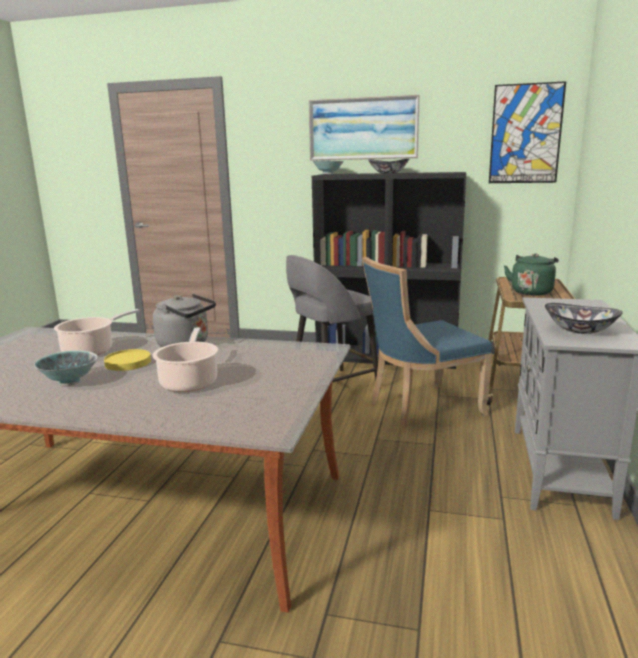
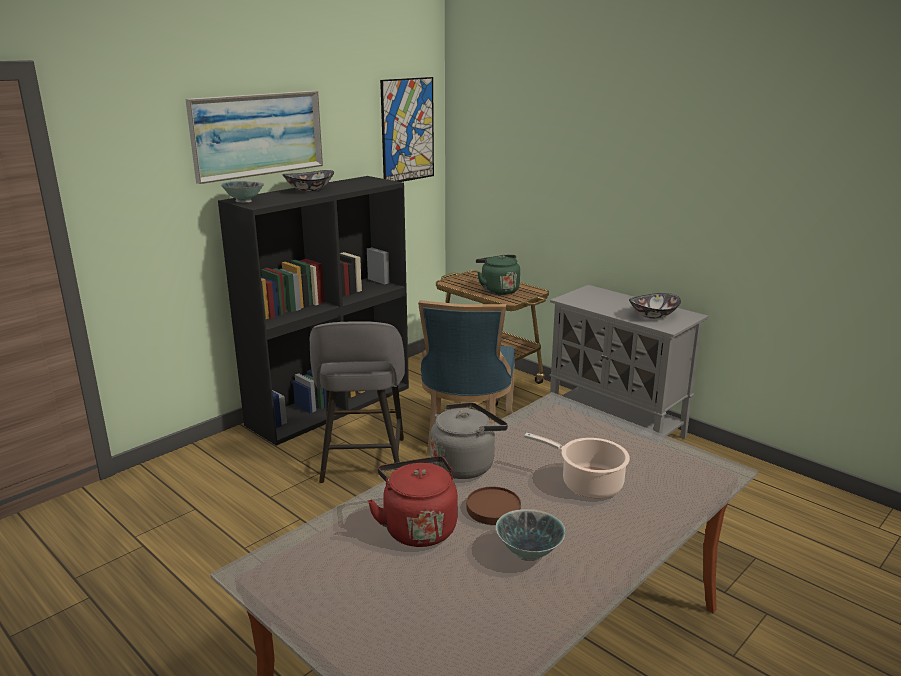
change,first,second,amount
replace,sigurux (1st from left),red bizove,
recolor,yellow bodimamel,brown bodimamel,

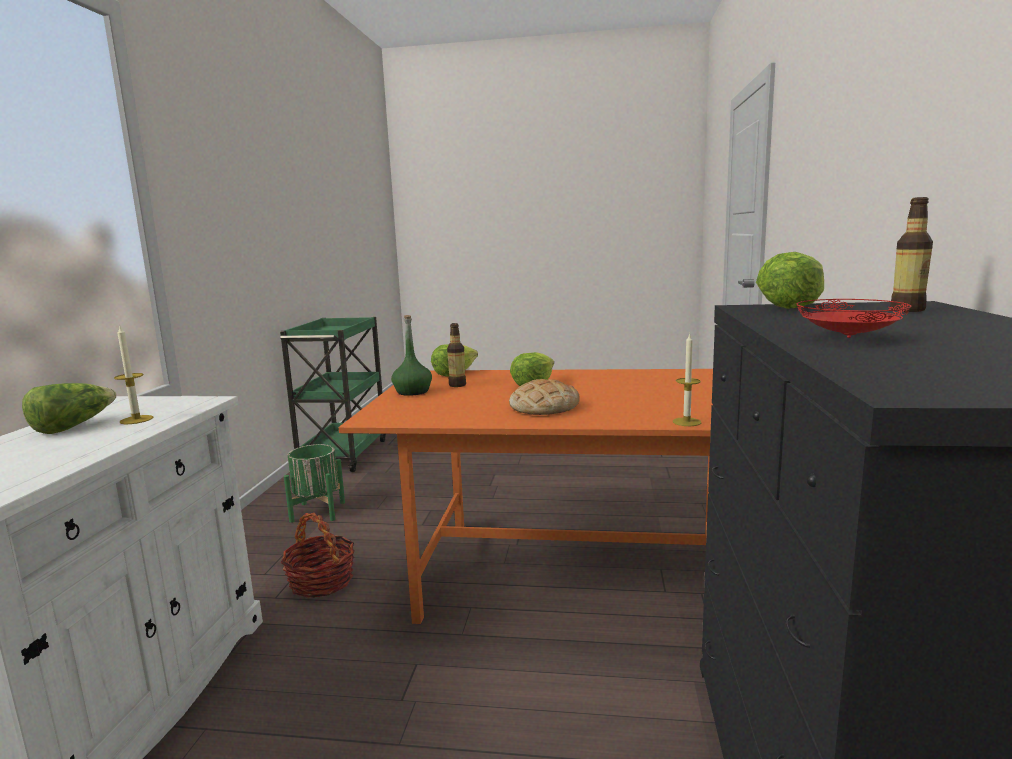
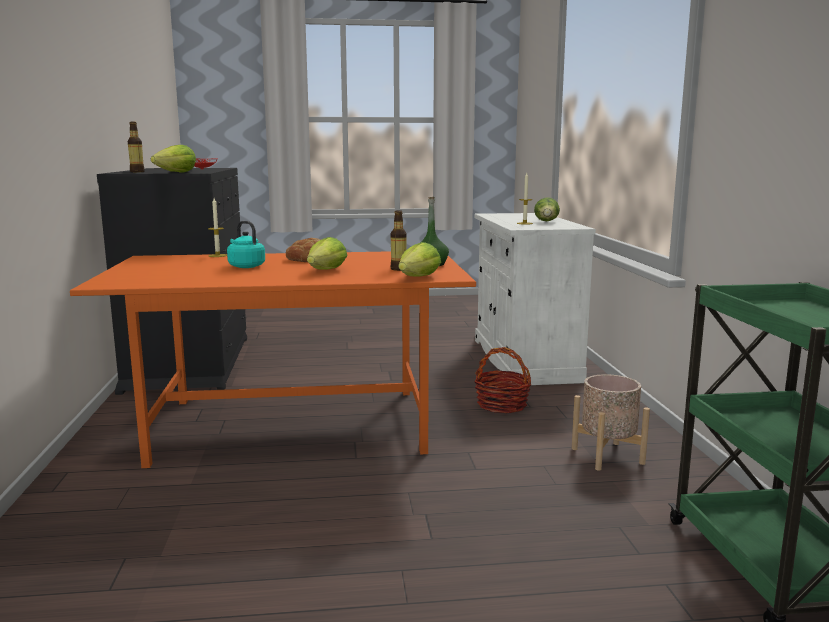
change,first,second,amount
insert,,turquoise bizove,
recolor,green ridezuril,beige ridezuril,

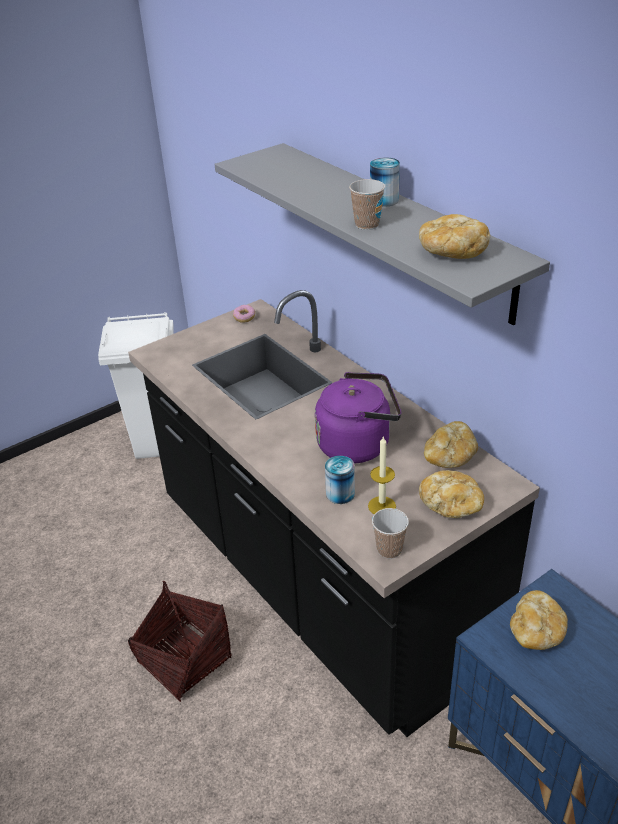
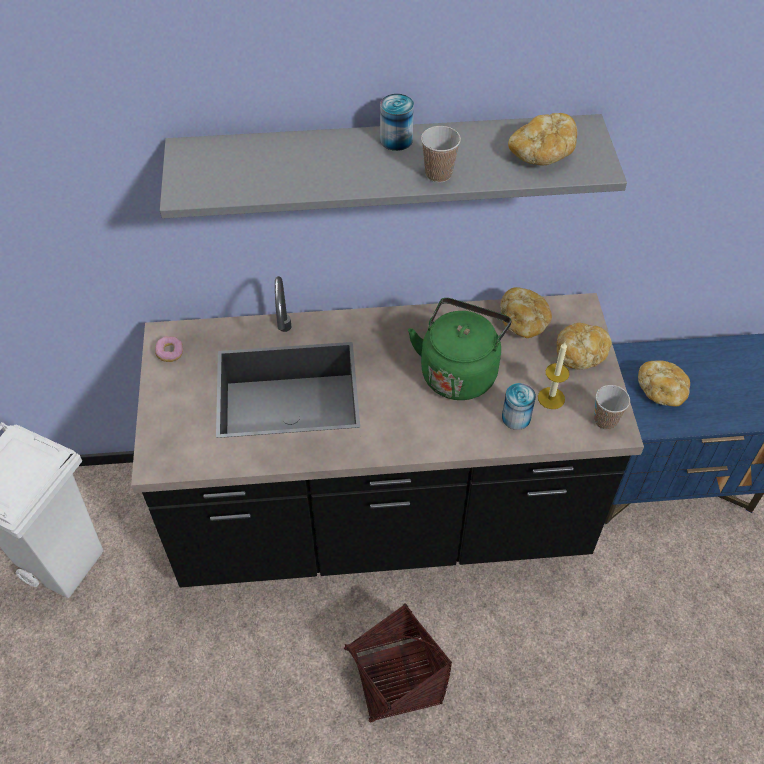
change,first,second,amount
recolor,purple bizove,green bizove,

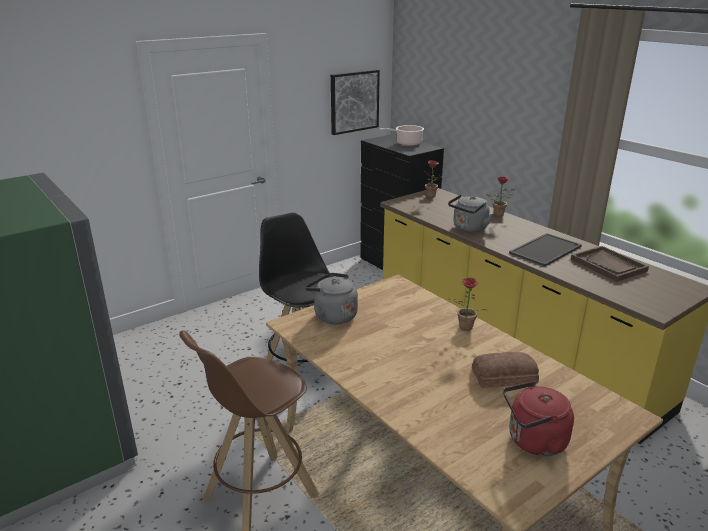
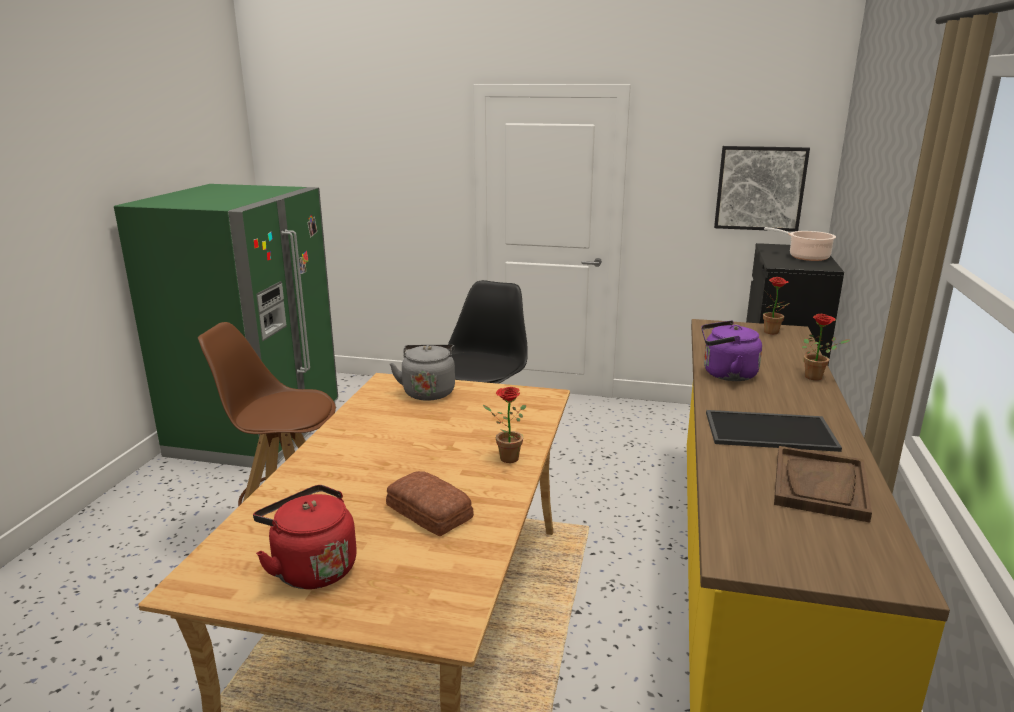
change,first,second,amount
recolor,grey bizove (2nd from left),purple bizove,

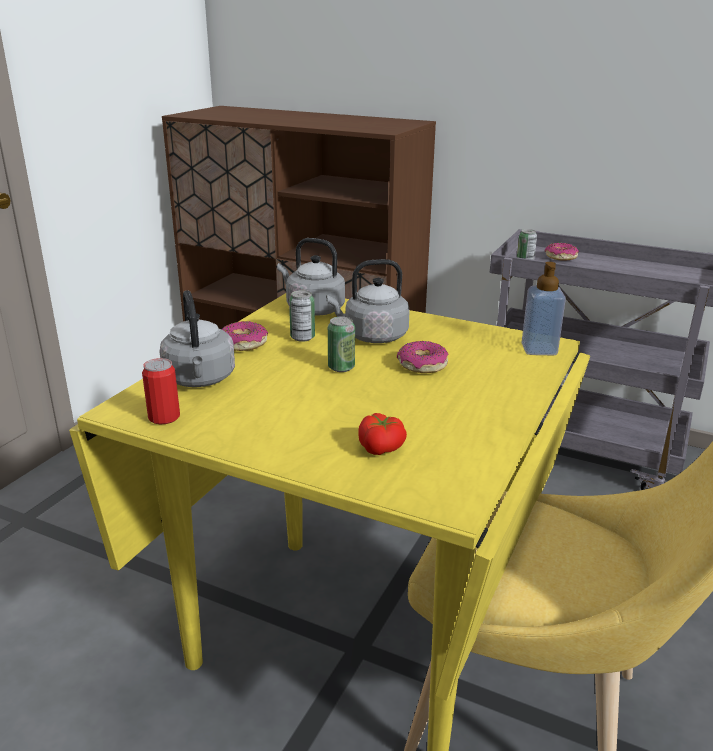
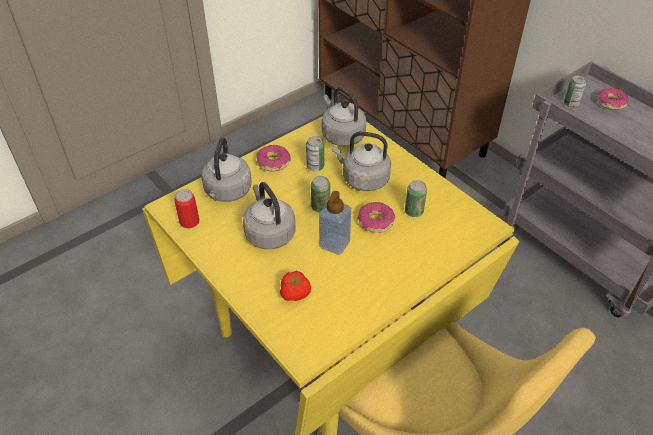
change,first,second,amount
insert,,grey bizove (2nd from left),
insert,,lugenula (4th from left),
move,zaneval,,

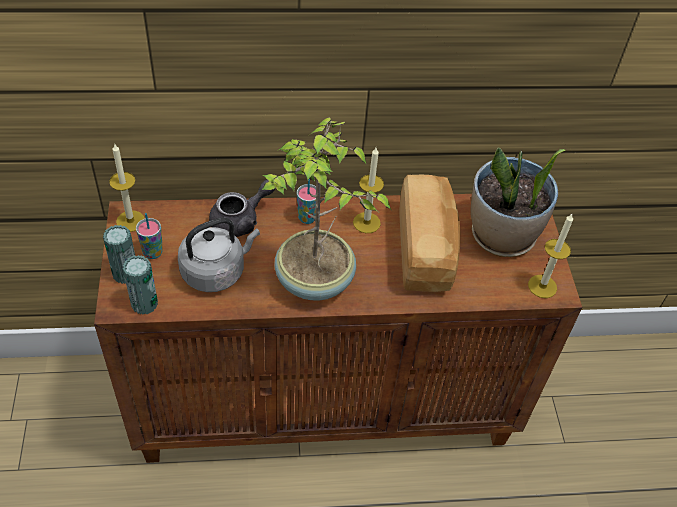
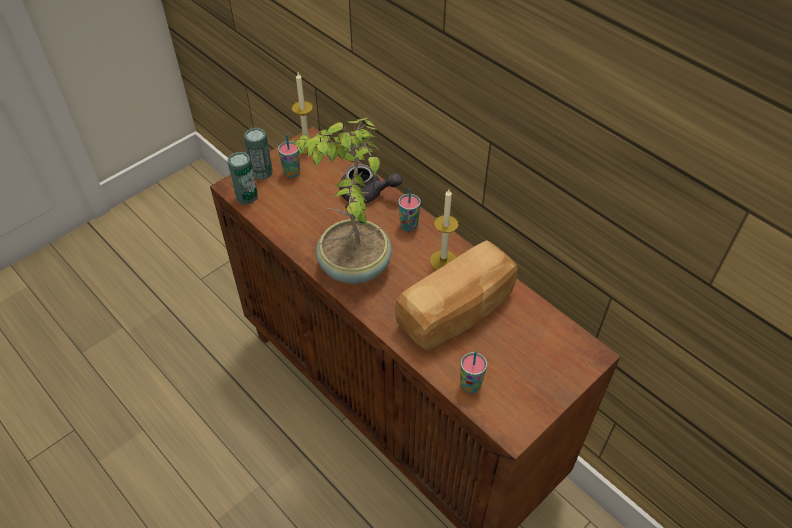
change,first,second,amount
delete,grey bizove,,
delete,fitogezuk (2nd from left),,
delete,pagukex (3rd from left),,
insert,,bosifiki (3rd from left),

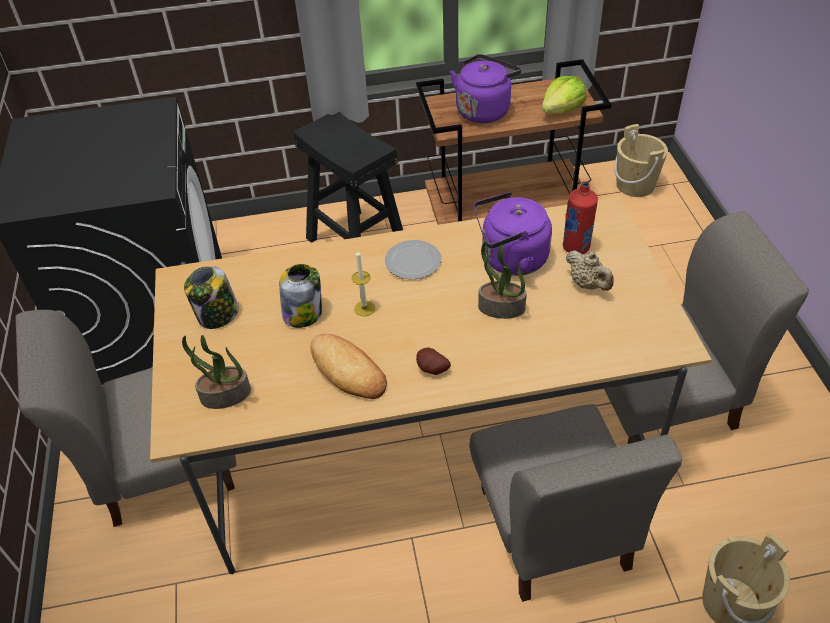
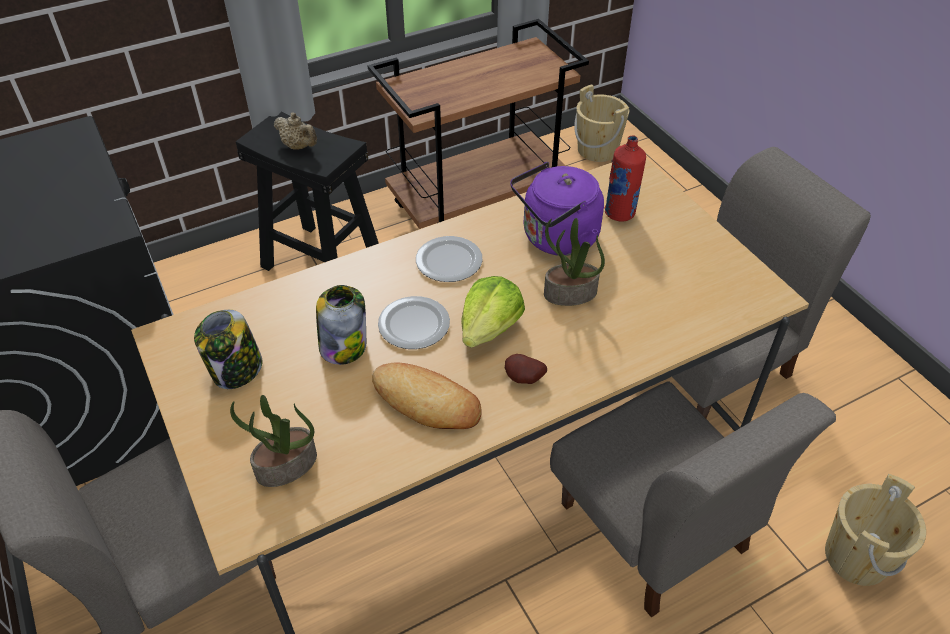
change,first,second,amount
delete,purple bizove (1st from left),,
move,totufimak,,
move,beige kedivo,,
replace,pagukex,bodimamel (1st from left),

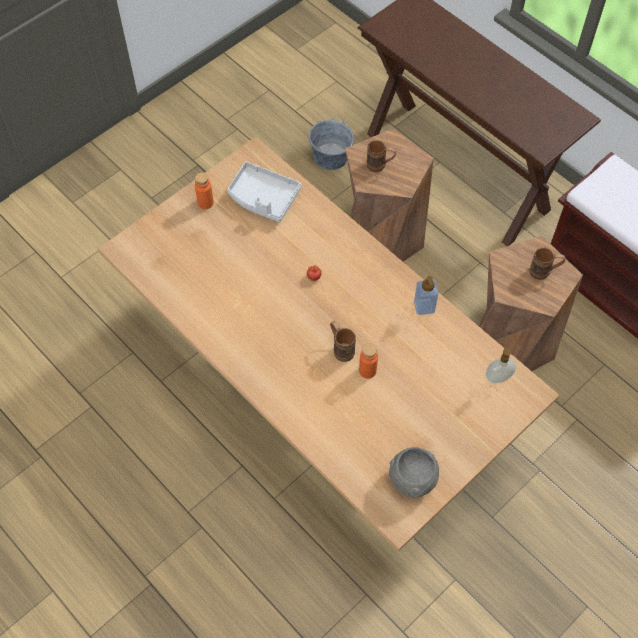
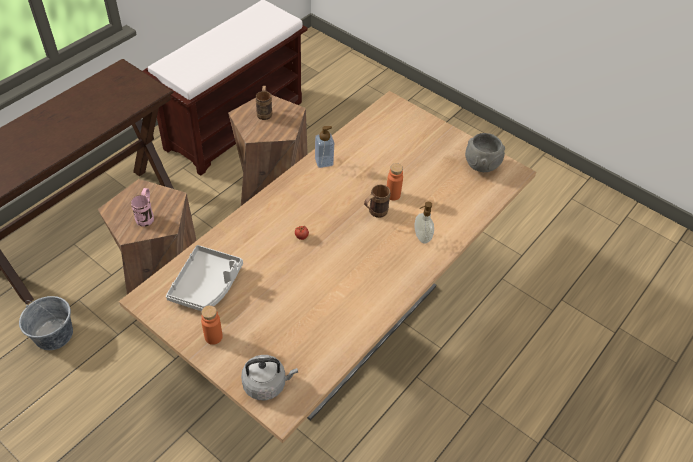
change,first,second,amount
insert,,grey bizove,
move,zaneval (2nd from left),,
recolor,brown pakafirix (2nd from left),pink pakafirix,

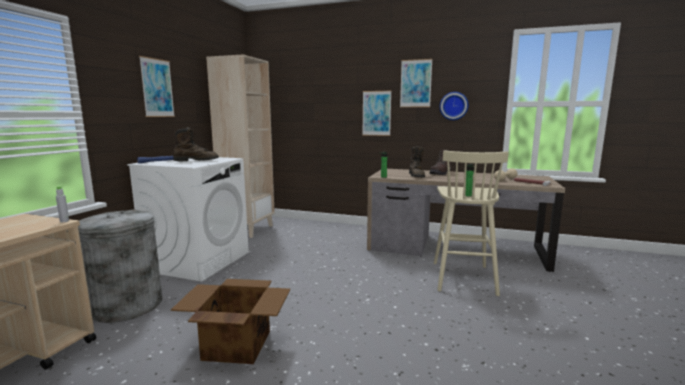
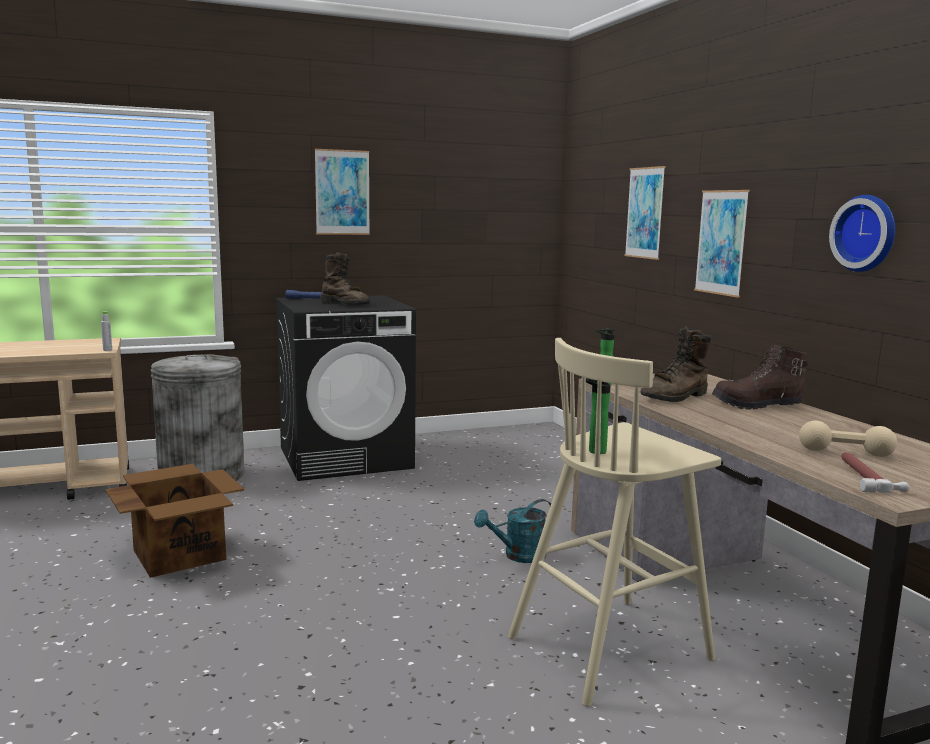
change,first,second,amount
delete,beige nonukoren,,
insert,,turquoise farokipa,
move,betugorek (3rd from left in the first image),betugorek (2nd from left),
recolor,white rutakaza,black rutakaza,

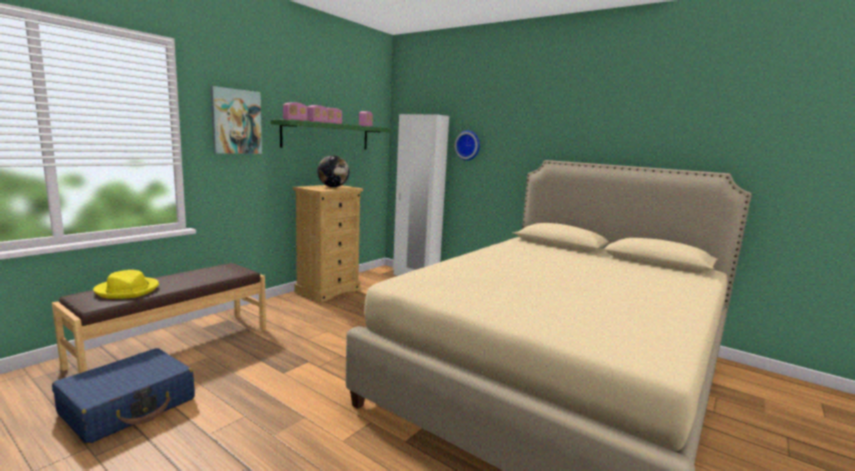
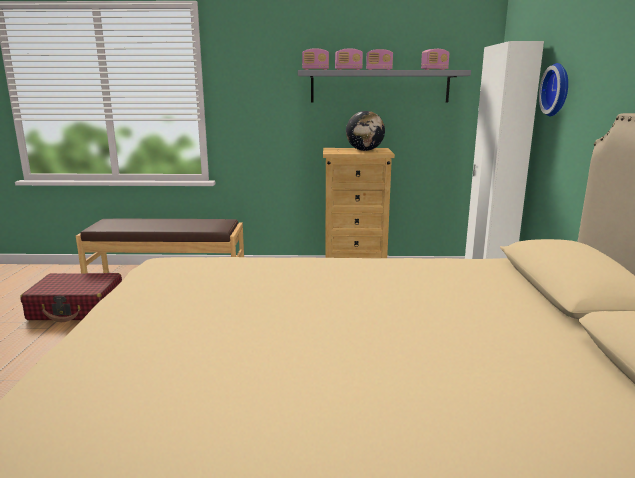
change,first,second,amount
delete,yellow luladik,,
delete,betugorek,,
recolor,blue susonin,red susonin,
recolor,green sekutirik,grey sekutirik,

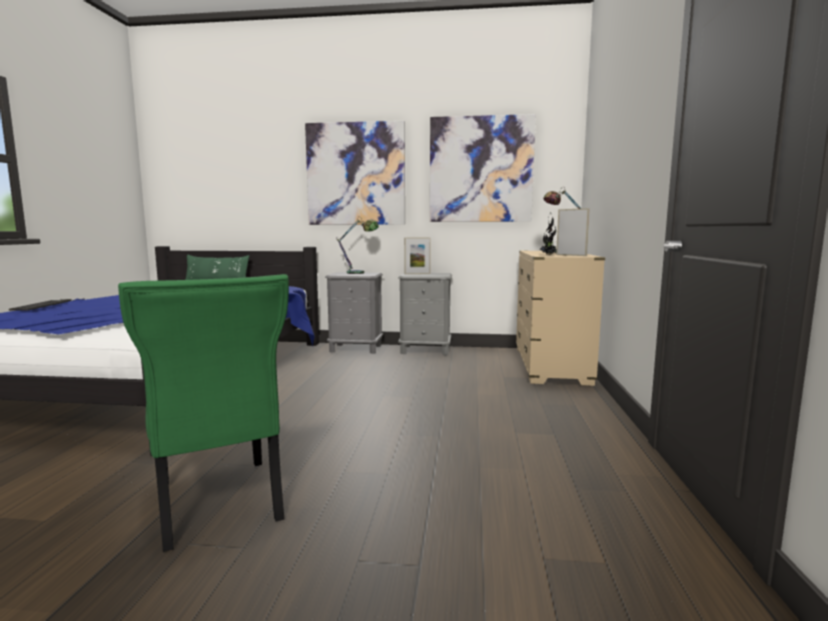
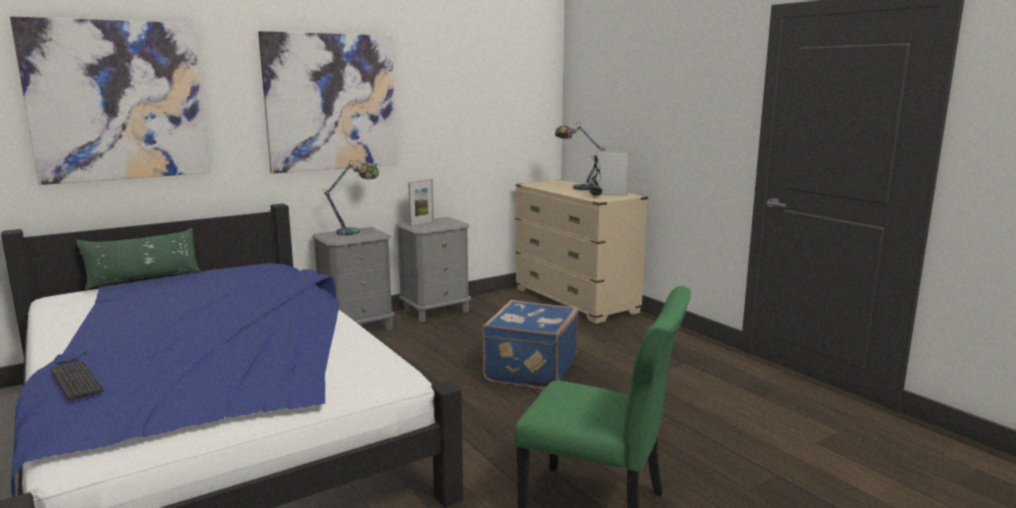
change,first,second,amount
insert,,blue susonin,
move,betugorek (2nd from left in the first image),betugorek (1st from left),

